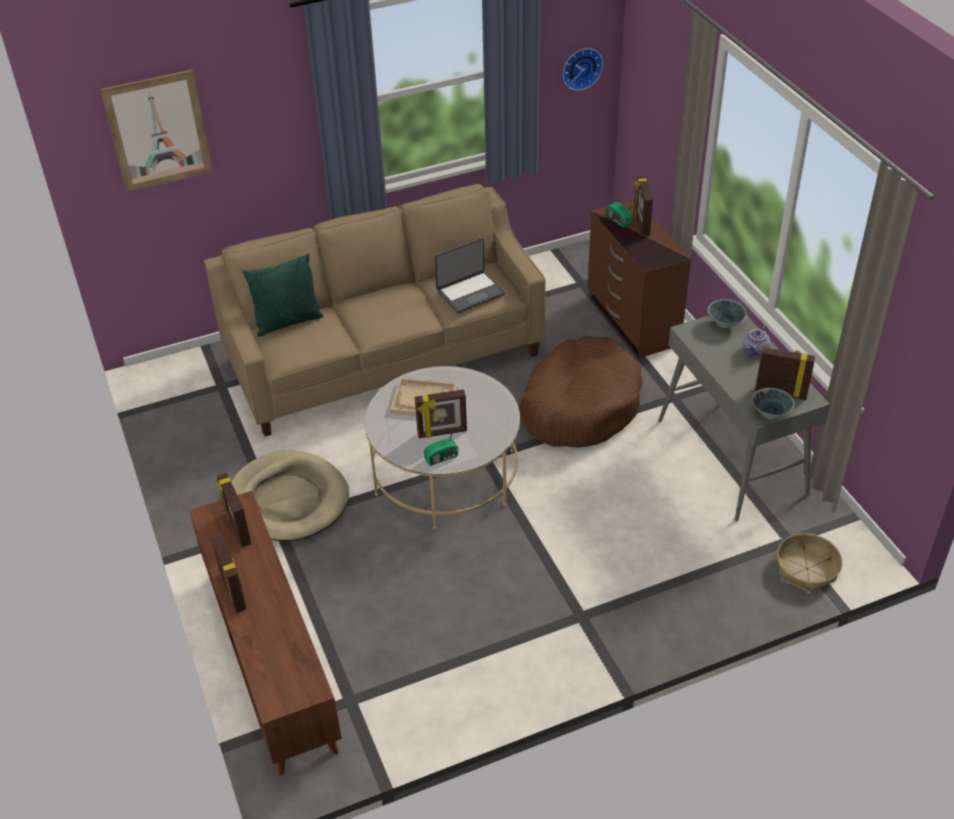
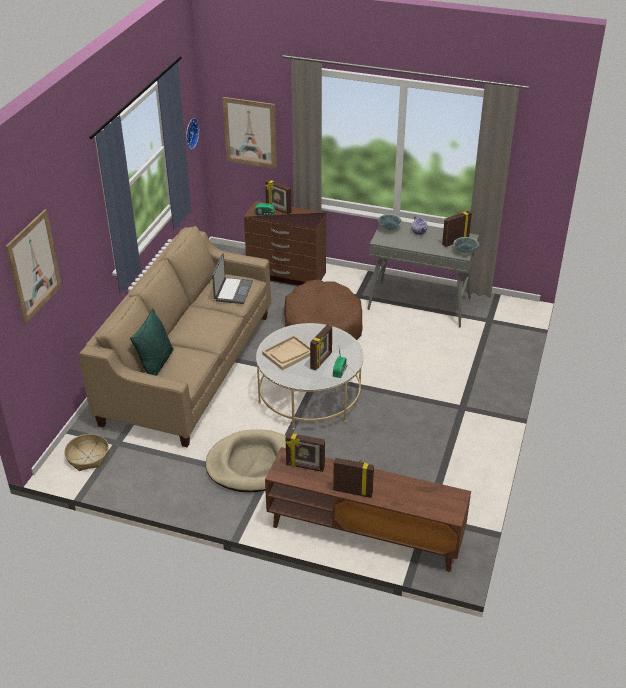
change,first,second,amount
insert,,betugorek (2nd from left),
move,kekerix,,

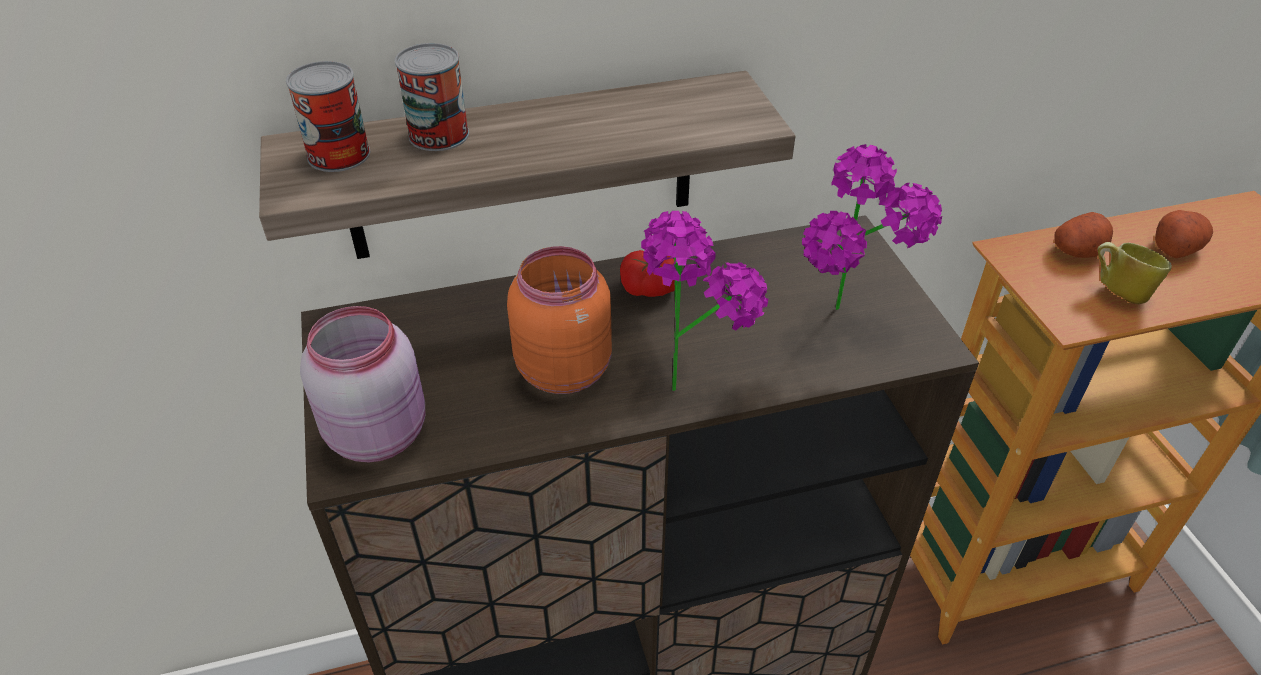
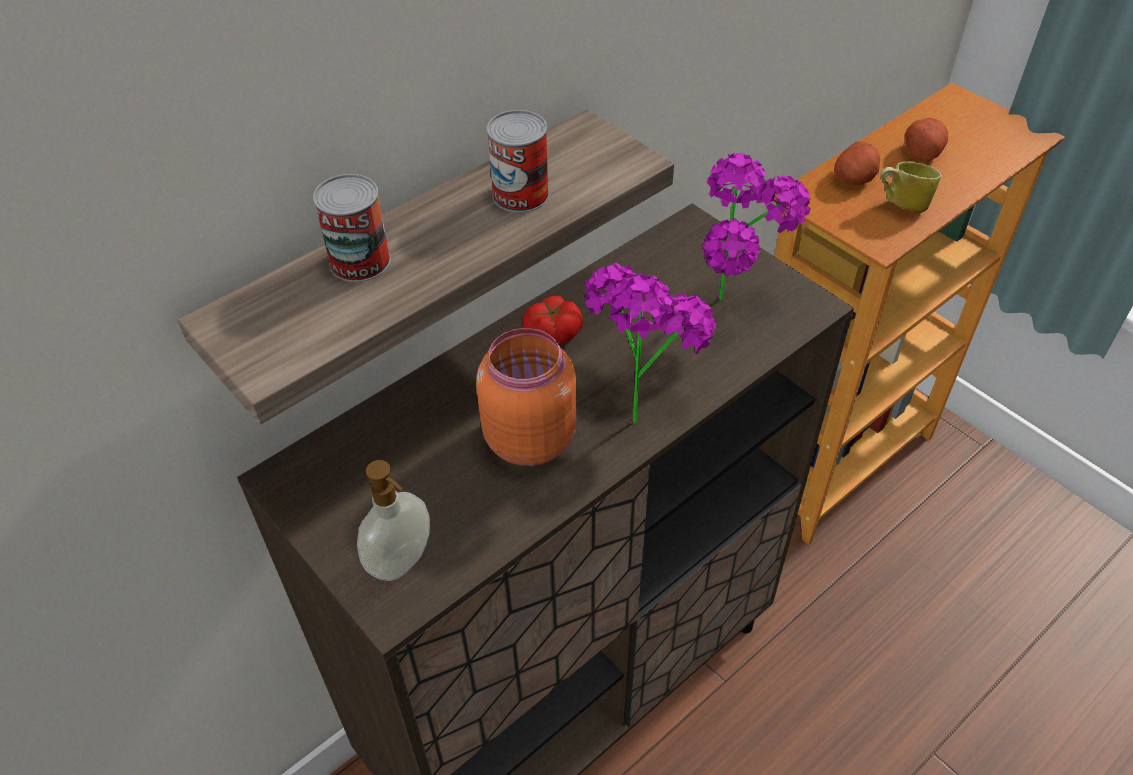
change,first,second,amount
move,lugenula (1st from left in the first image),lugenula (2nd from left),
replace,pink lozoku,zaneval,

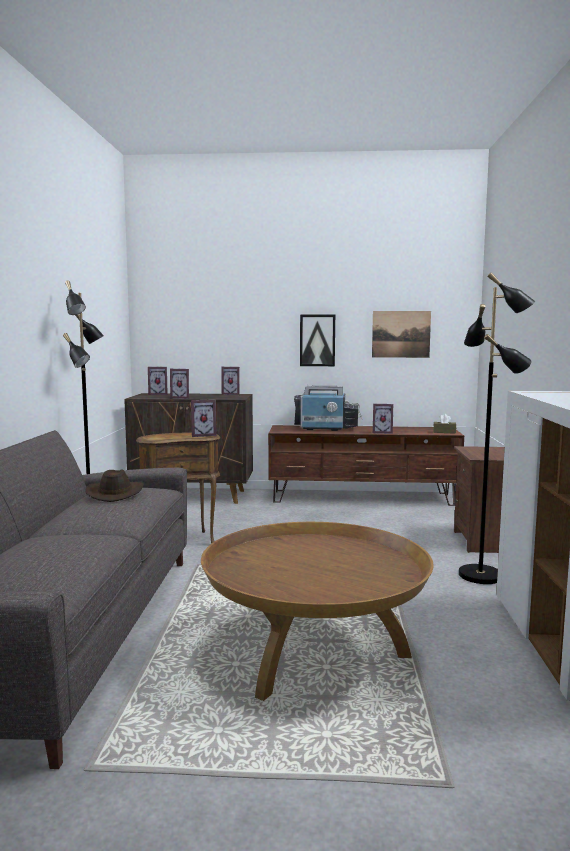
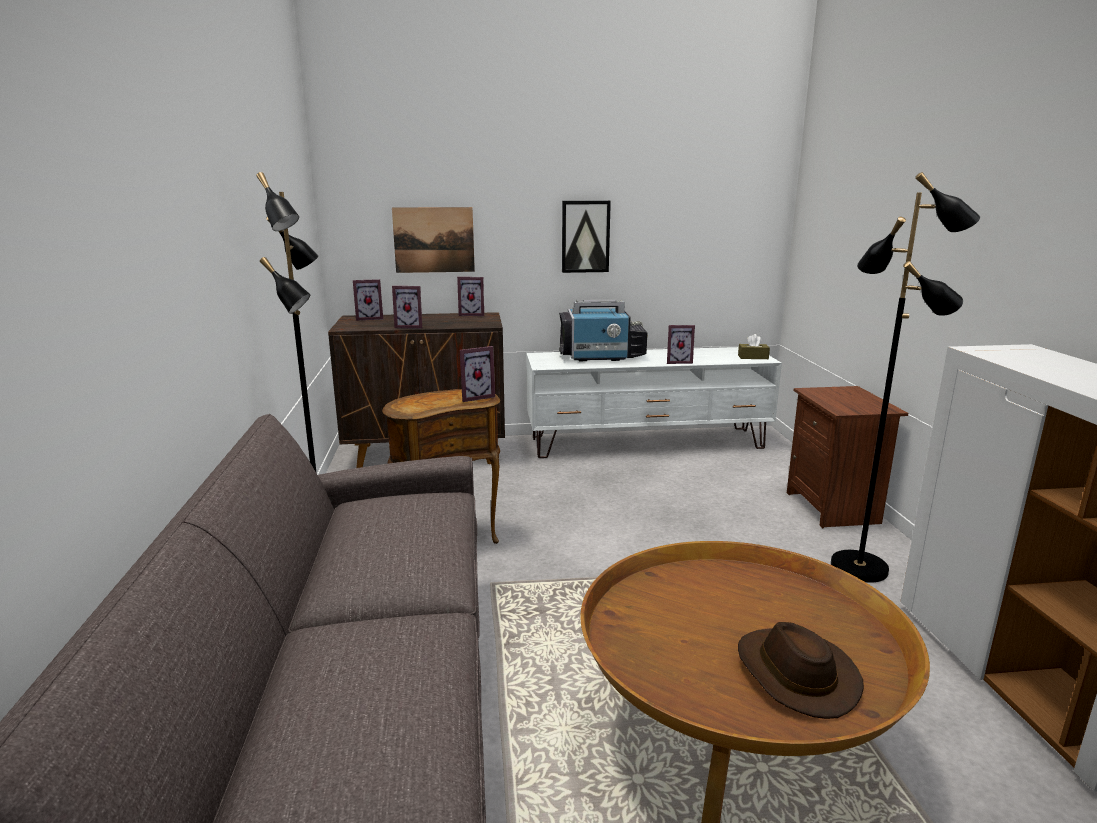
change,first,second,amount
move,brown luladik,,
move,betugorek (2nd from left in the first image),betugorek (1st from left),
recolor,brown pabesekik,white pabesekik,

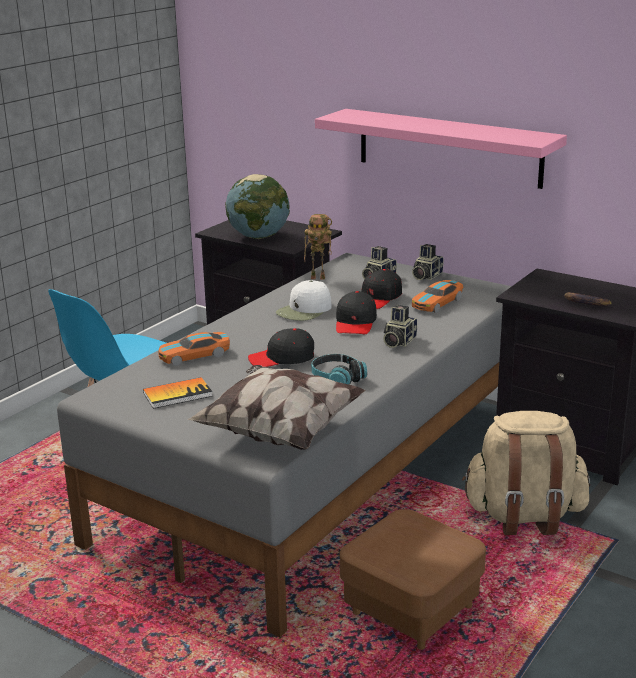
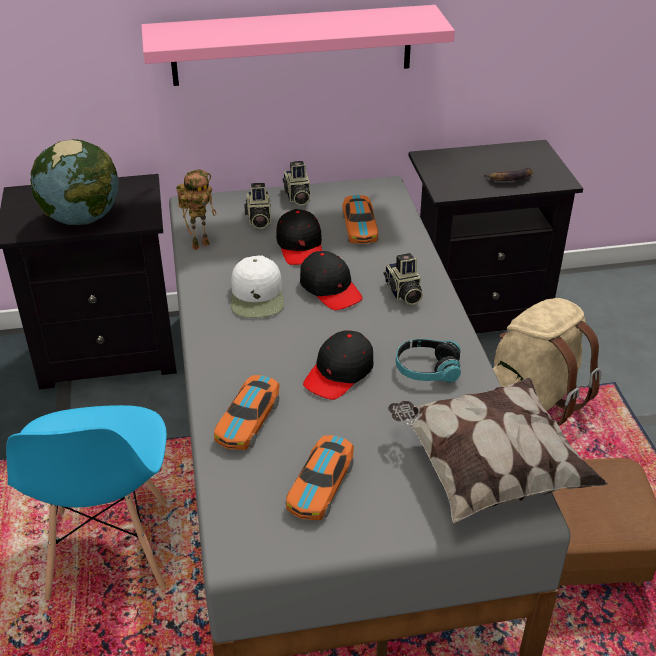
change,first,second,amount
replace,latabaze,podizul (2nd from left),

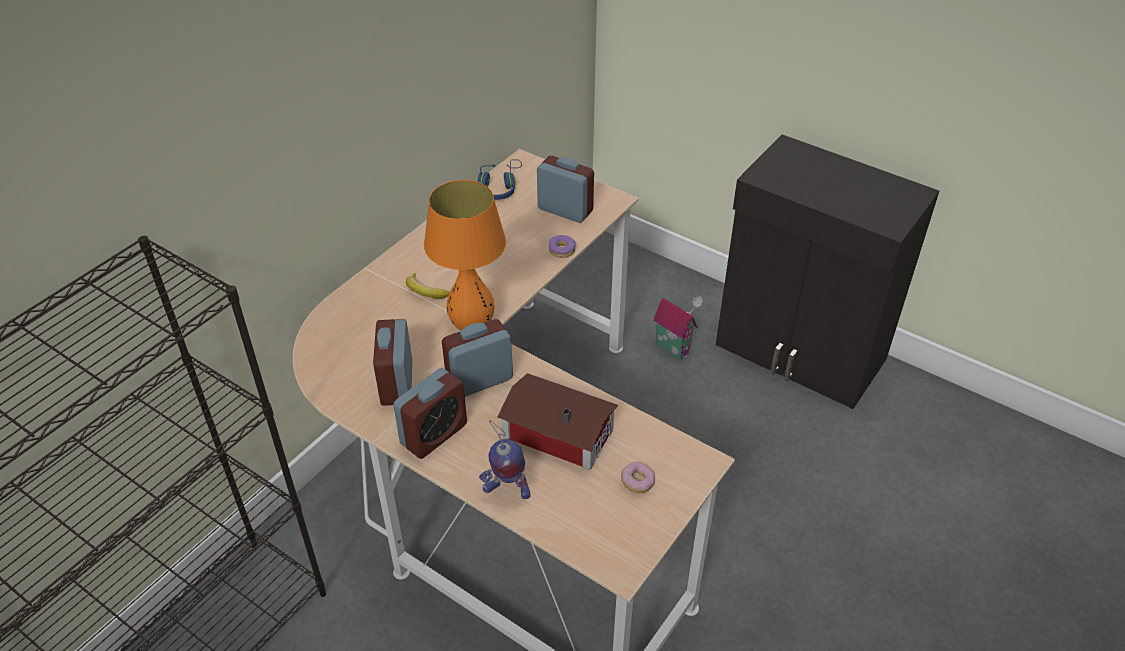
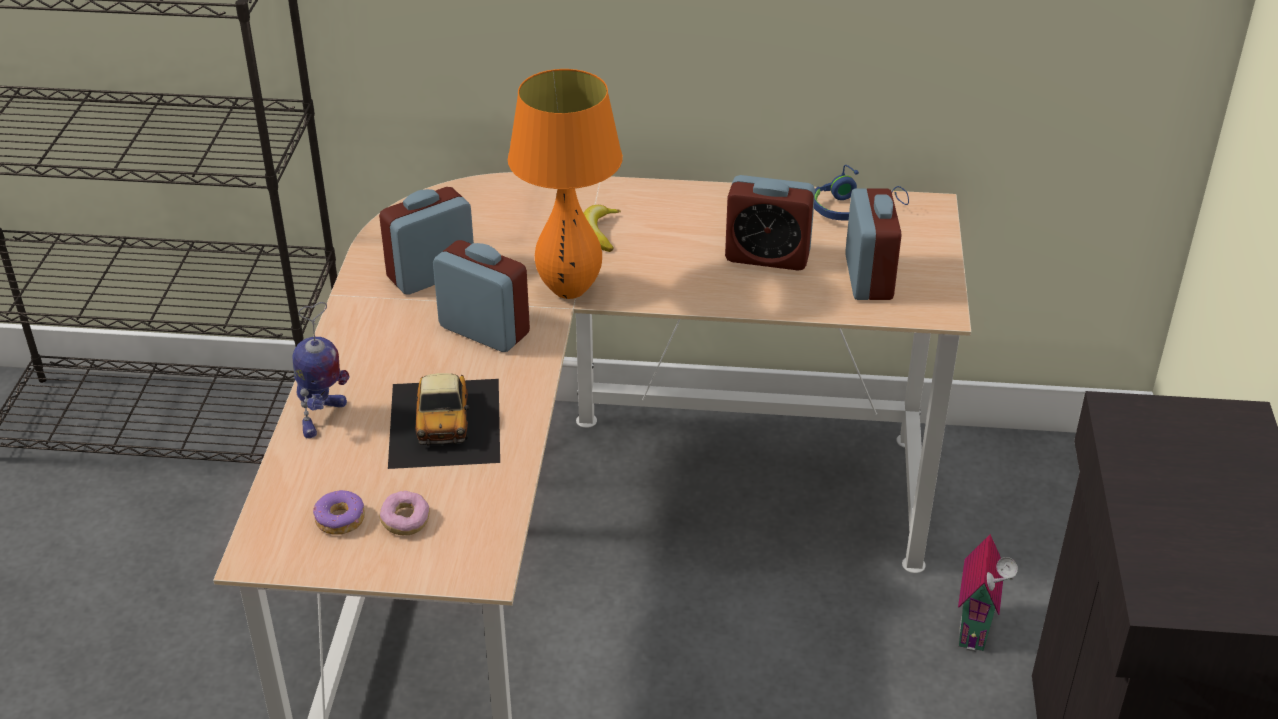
change,first,second,amount
move,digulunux (2nd from left in the first image),digulunux (3rd from left),
move,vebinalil (1st from left),,
replace,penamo (1st from left),podizul,
rotate,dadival,,135 degrees counterclockwise

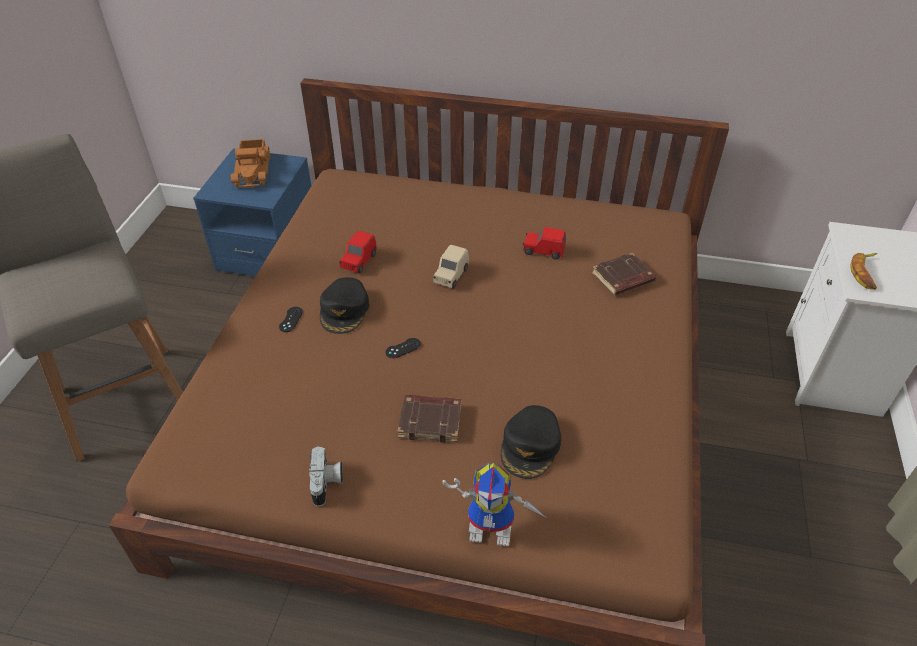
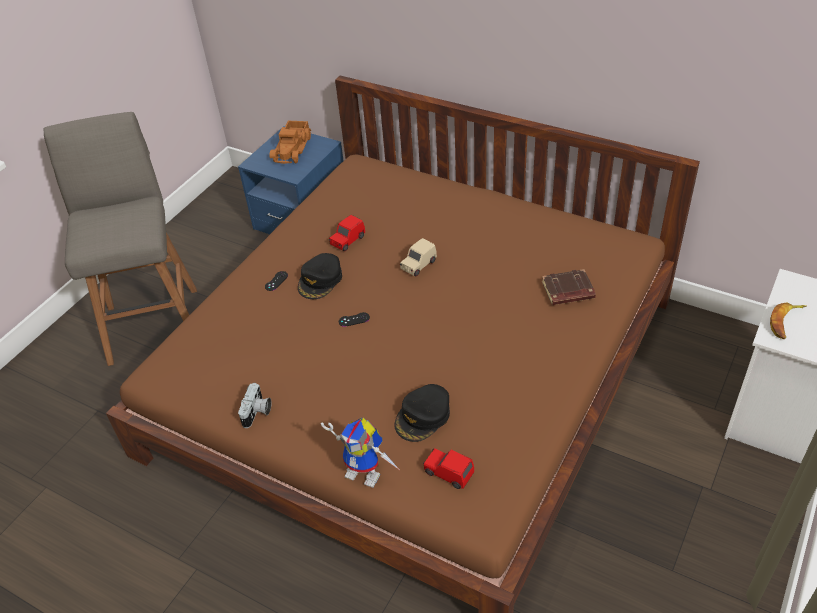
change,first,second,amount
delete,brown latabaze (1st from left),,
move,red podizul (2nd from left),,

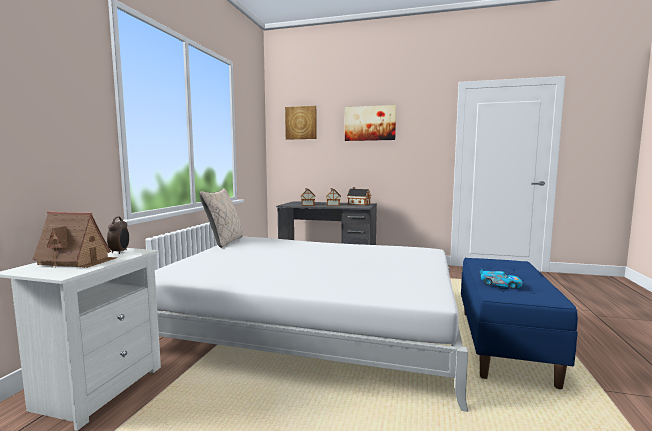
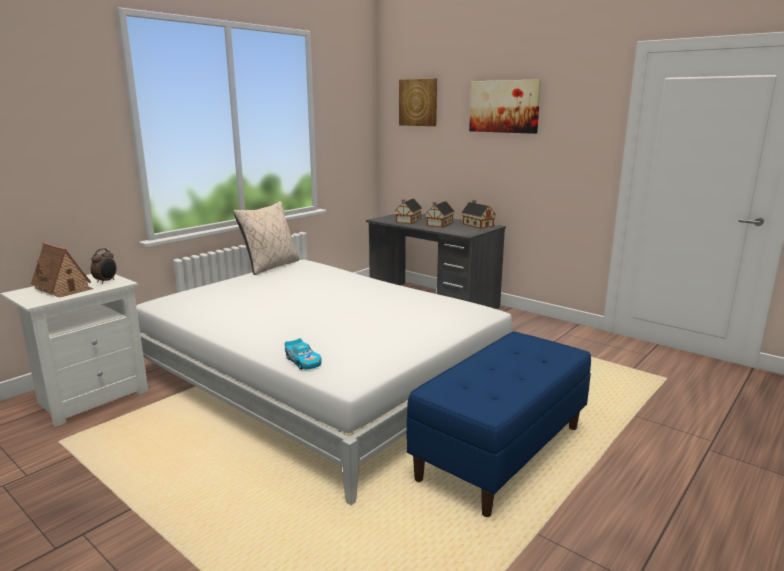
change,first,second,amount
move,podizul,,

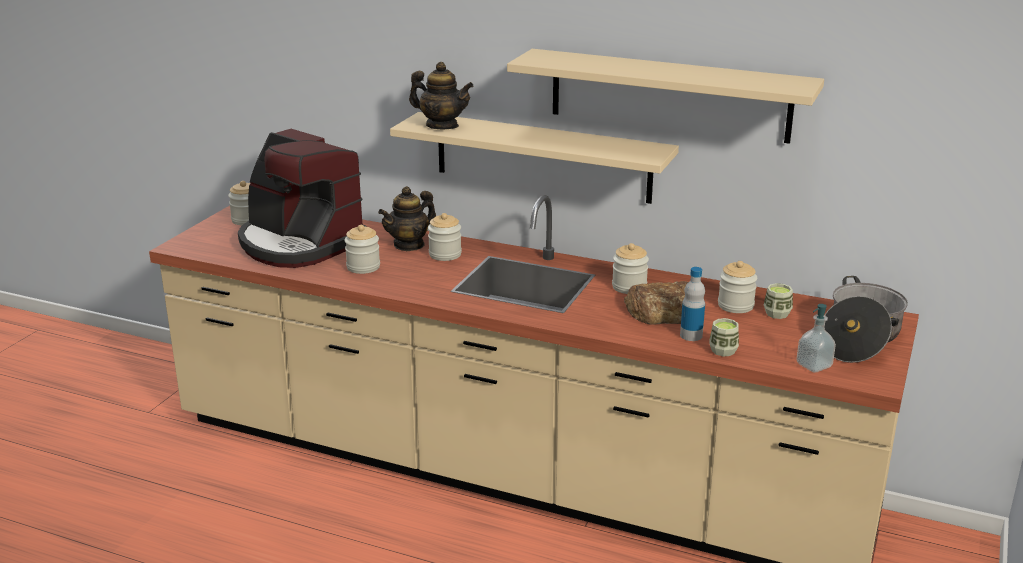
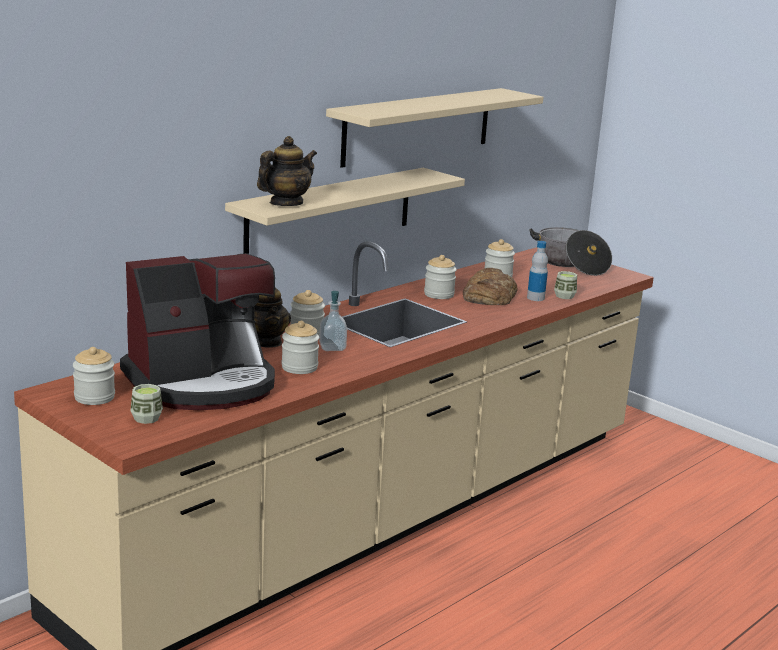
change,first,second,amount
move,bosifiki (2nd from left in the first image),bosifiki (1st from left),
move,zaneval,,

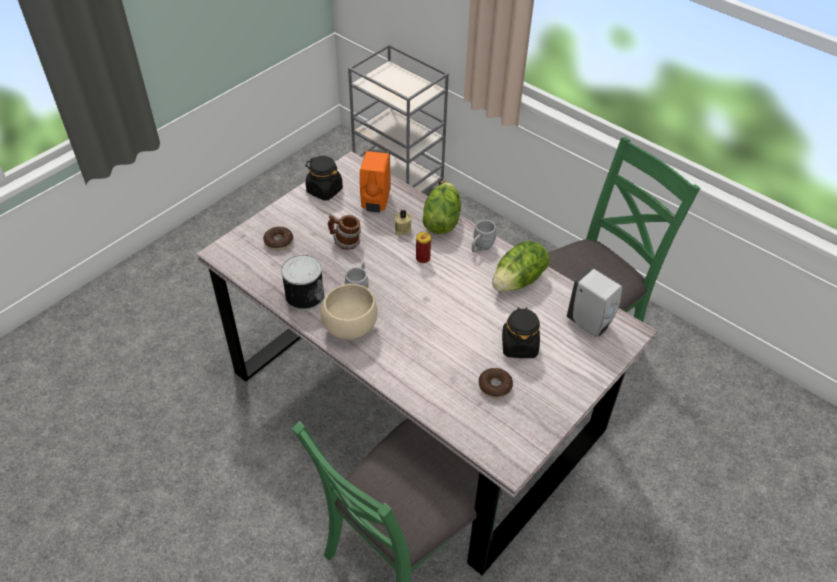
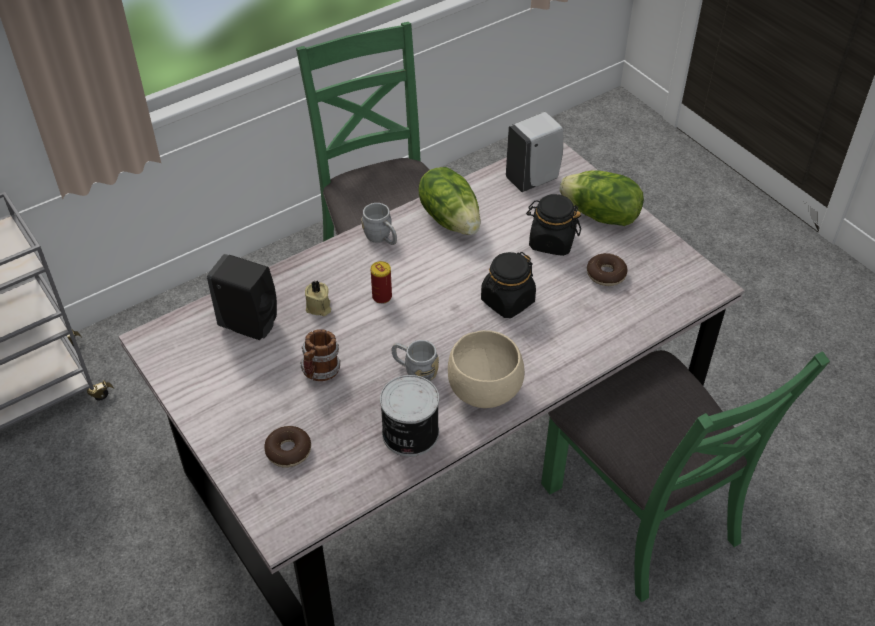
change,first,second,amount
move,black lozoku (1st from left),,
move,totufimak (1st from left in the first image),totufimak (2nd from left),
recolor,orange zaneval,black zaneval,

